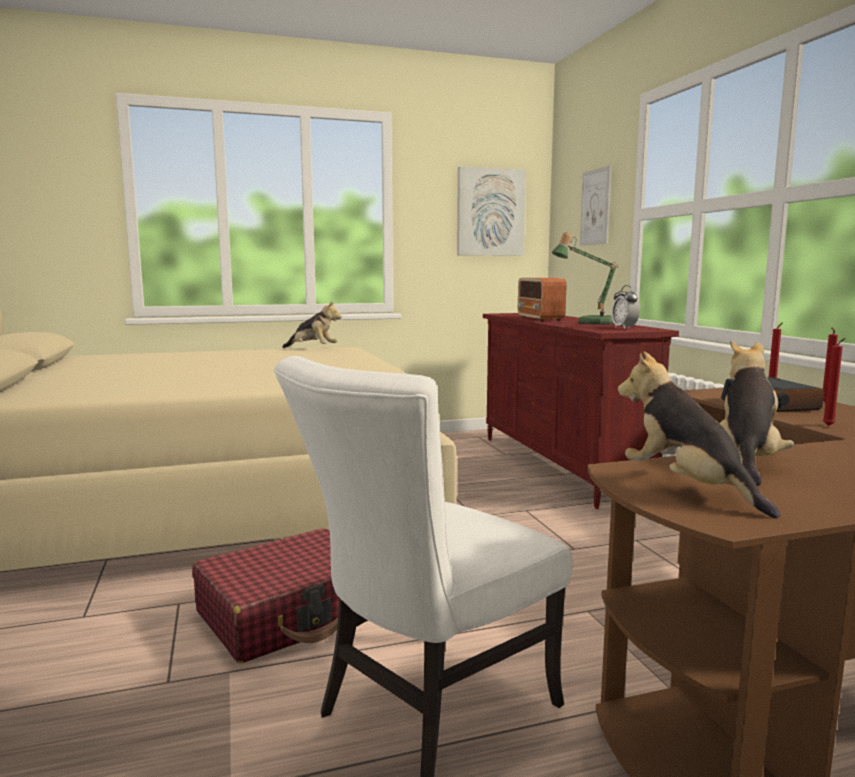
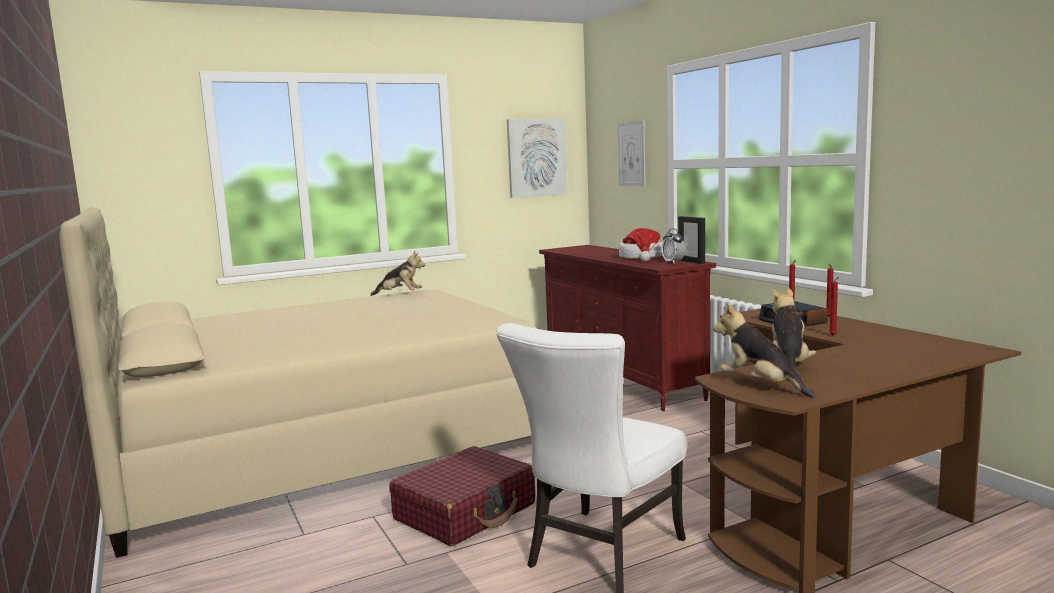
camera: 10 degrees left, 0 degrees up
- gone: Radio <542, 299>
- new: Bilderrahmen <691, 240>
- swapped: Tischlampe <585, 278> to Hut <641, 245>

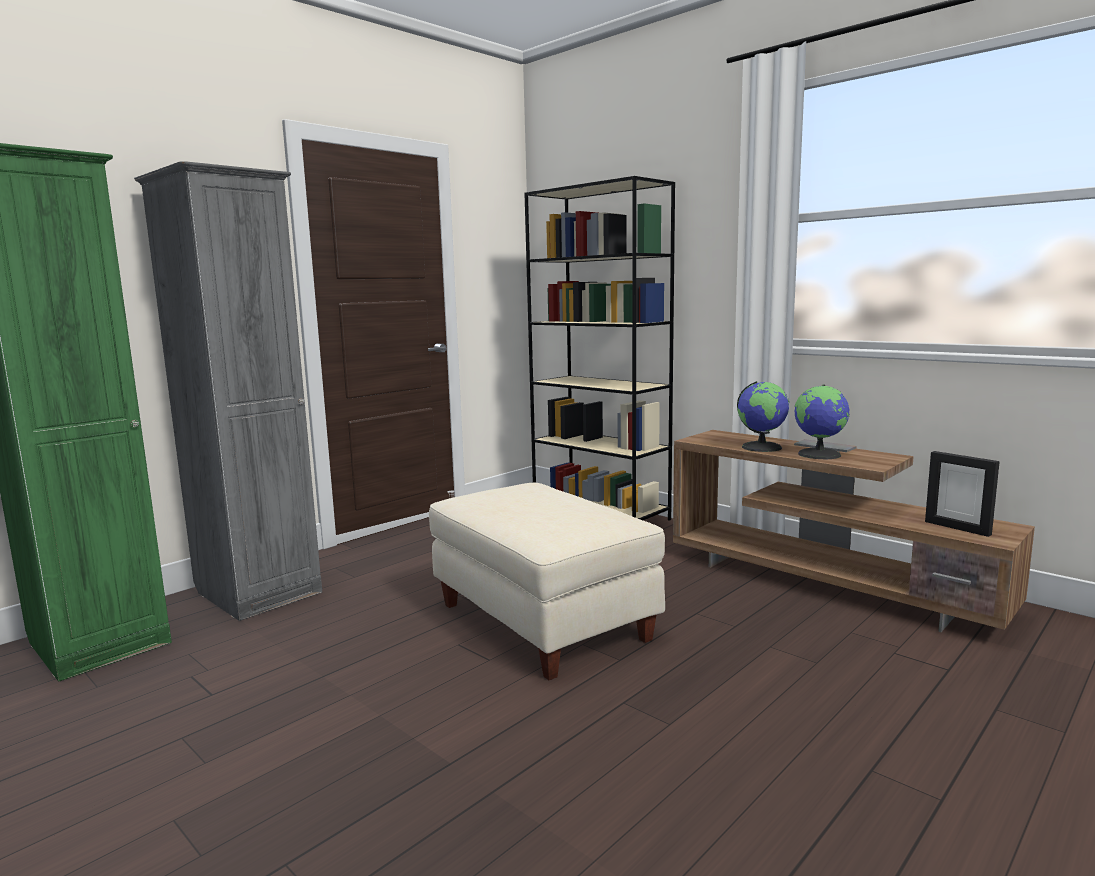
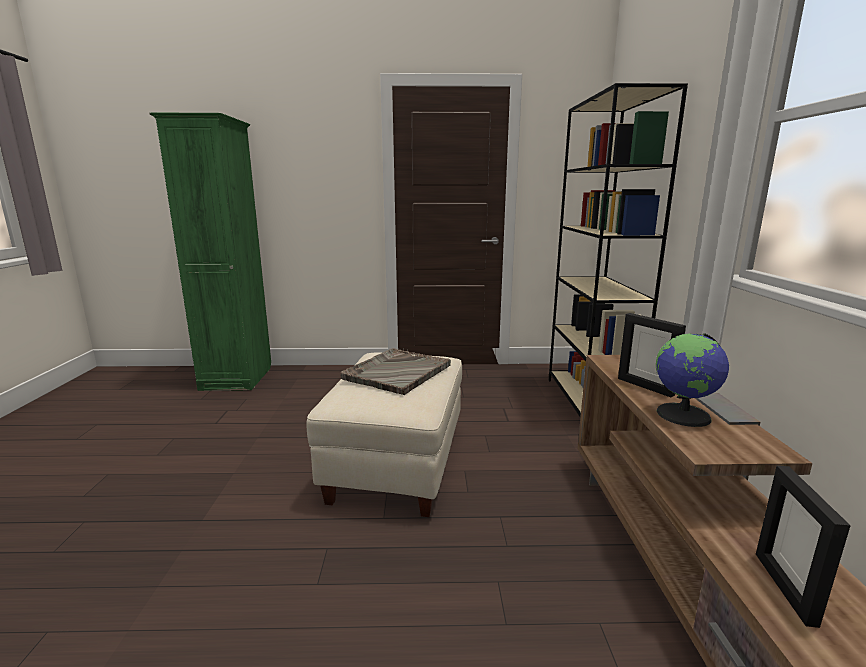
camera: 45 degrees right, 5 degrees up
- gone: Schrank/grau <228, 391>
- new: Tablett/grau <396, 371>
- swapped: Globus <763, 416> to Bilderrahmen <652, 355>

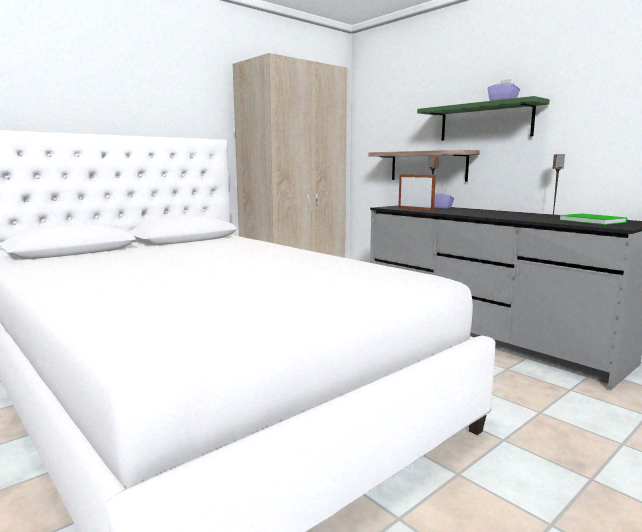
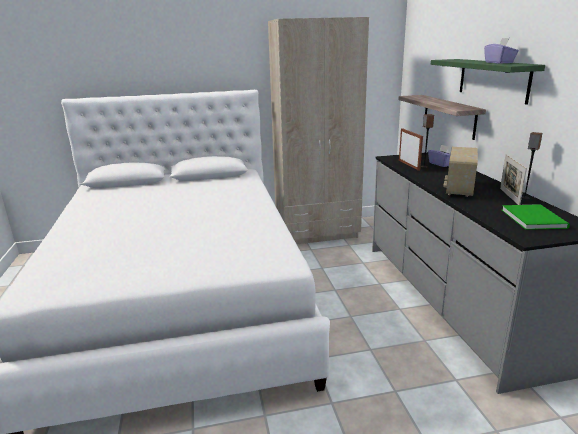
camera: 30 degrees right, 10 degrees up
- new: Radio <460, 172>
- new: Bilderrahmen <513, 180>

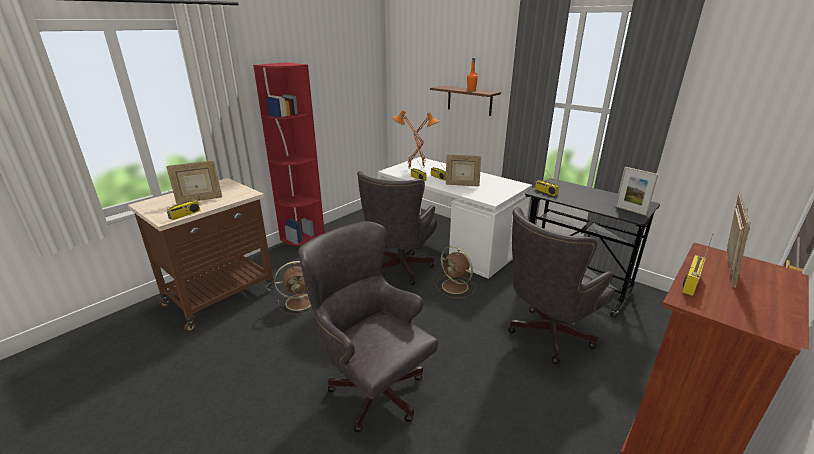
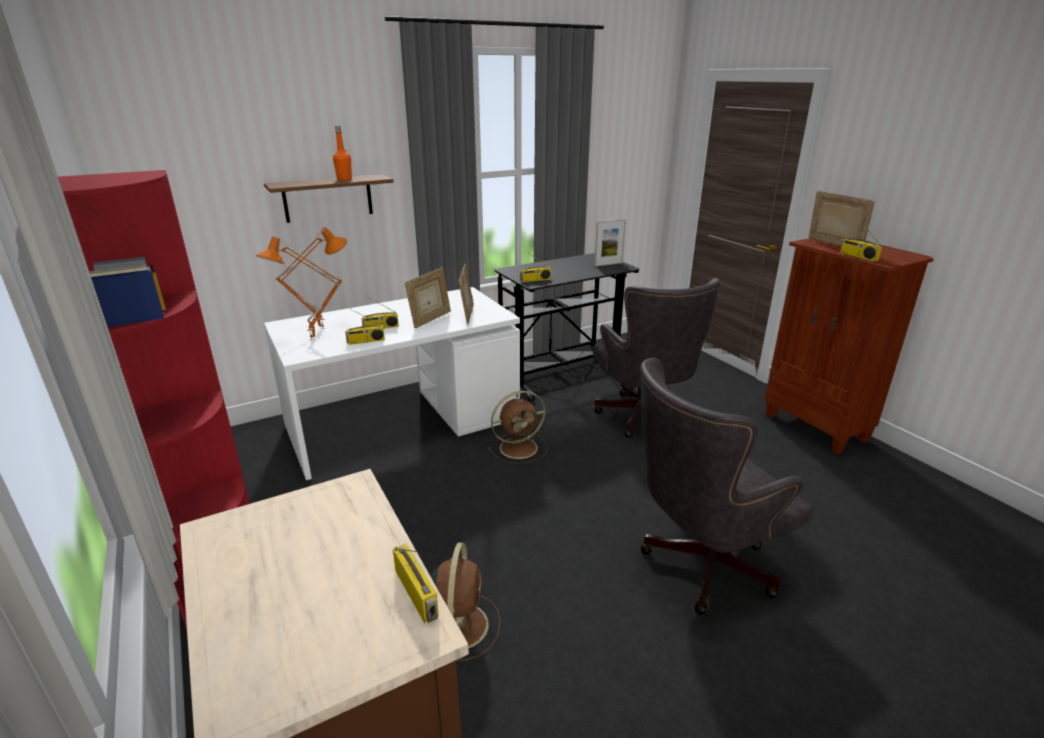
camera: 70 degrees left, 0 degrees up
- gone: Bürostuhl/grau <397, 228>
- shifted: Bilderrahmen <194, 182> to <466, 294>

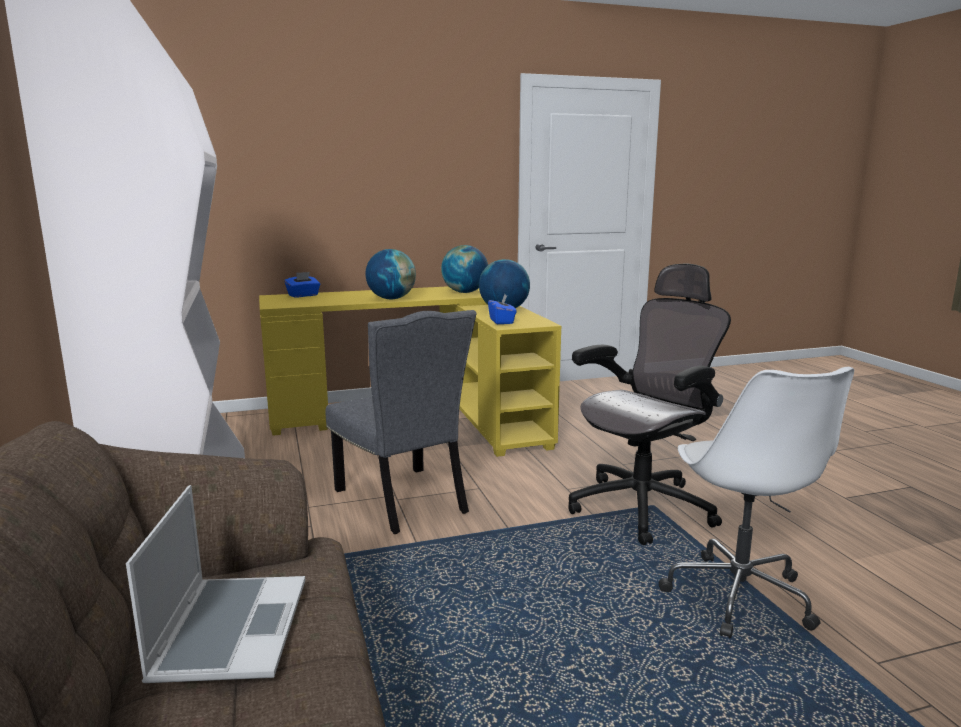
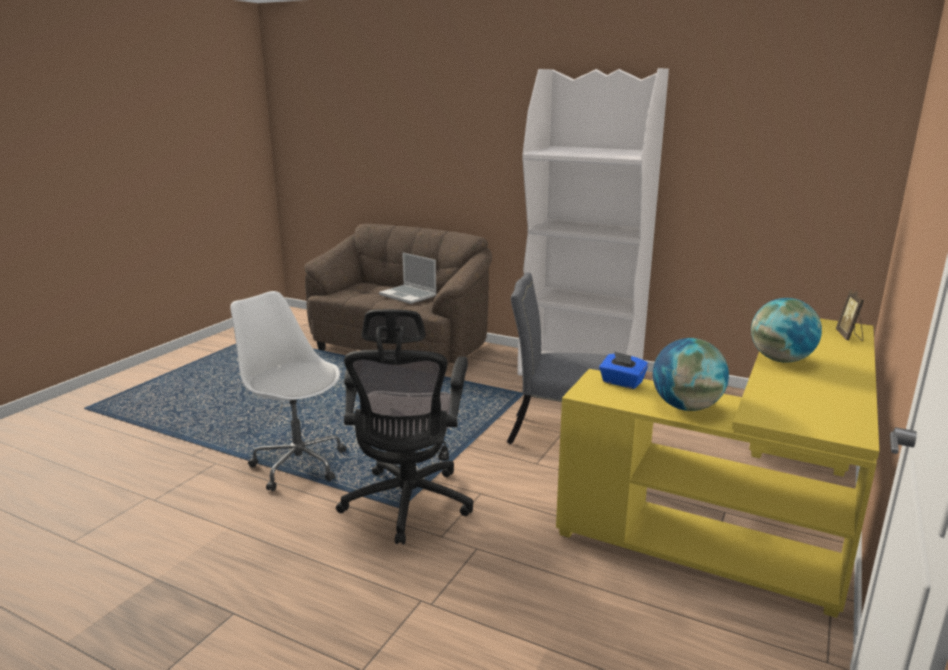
camera: 135 degrees right, 5 degrees up
- gone: Globus <464, 269>
- swapped: Taschentuchbox/blau <302, 285> to Bilderrahmen <850, 315>

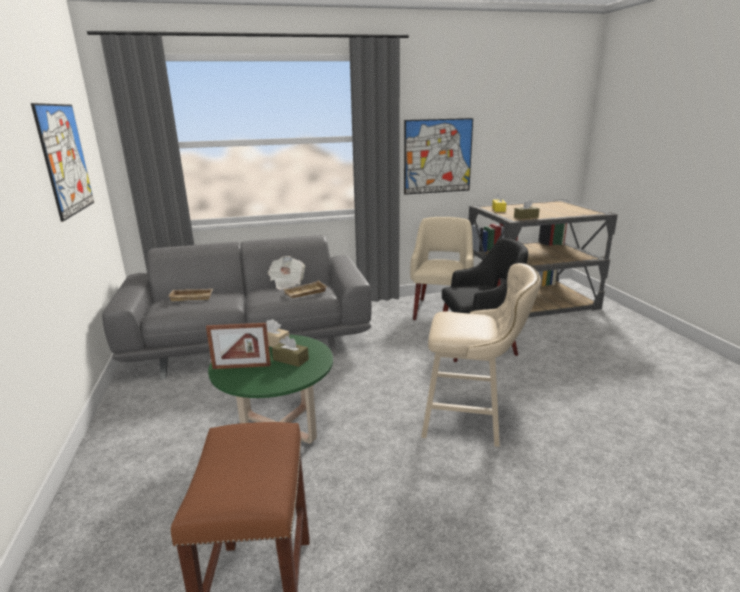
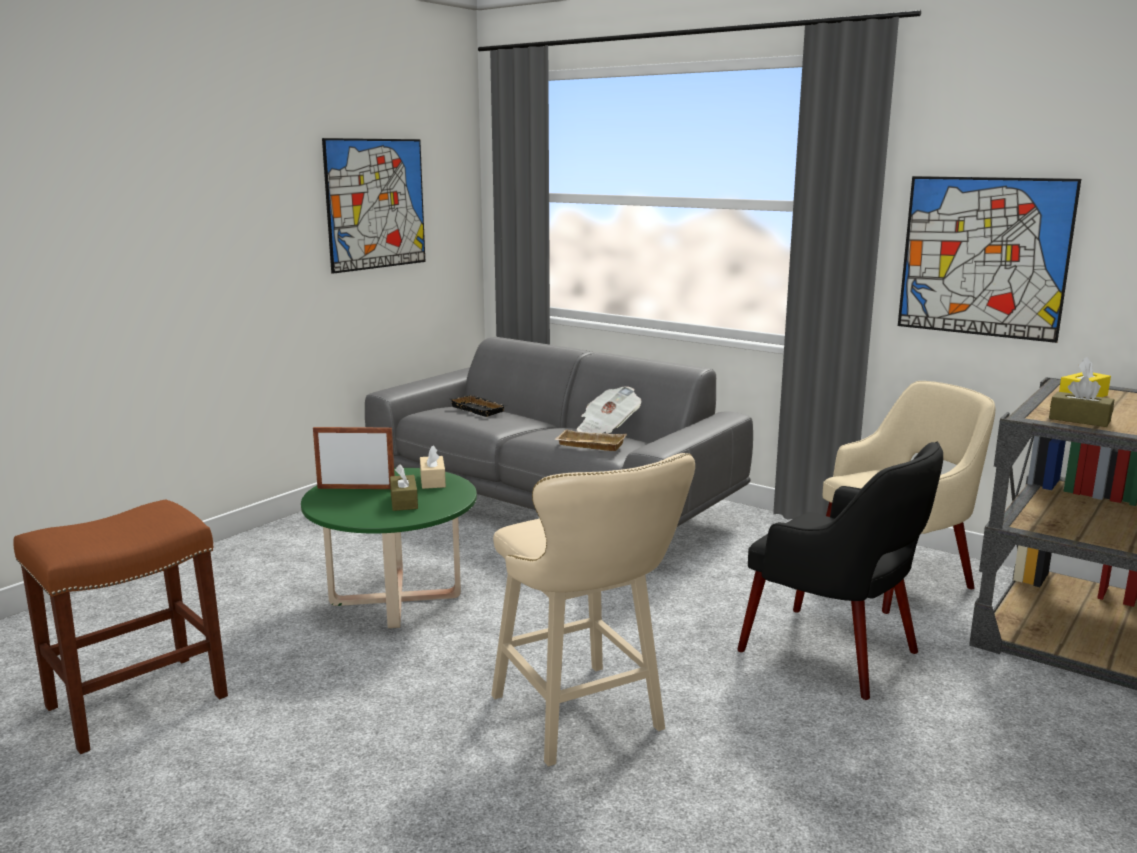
camera: 50 degrees right, 5 degrees down
- repainted: Tablett/beige <190, 295> to Tablett/schwarz <478, 405>
- rotated: Bilderrahmen <238, 346> = <354, 458> 135 degrees clockwise

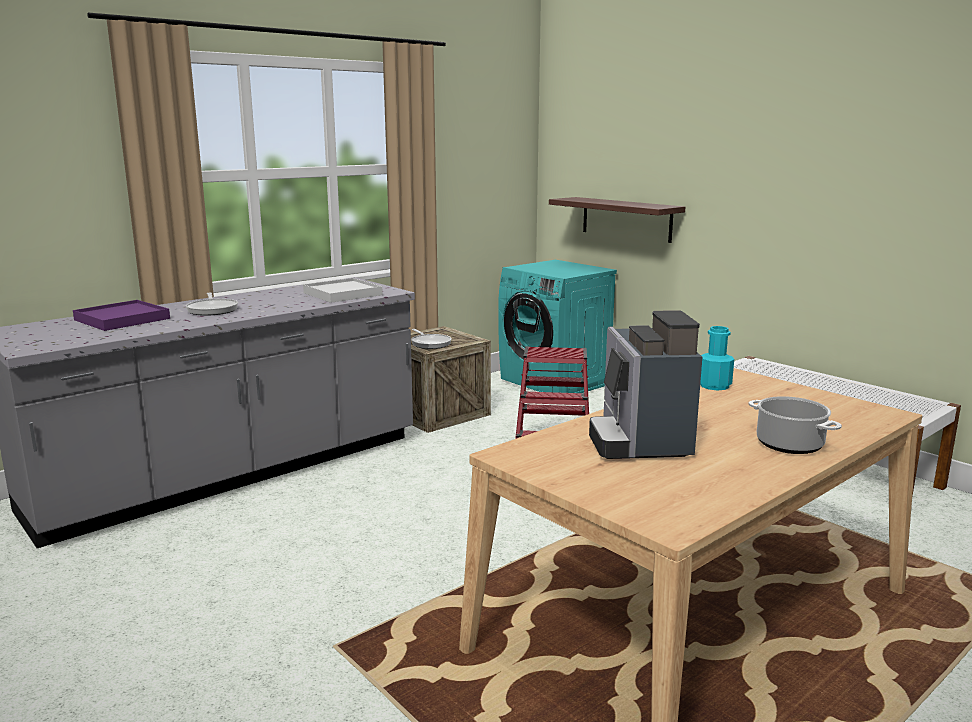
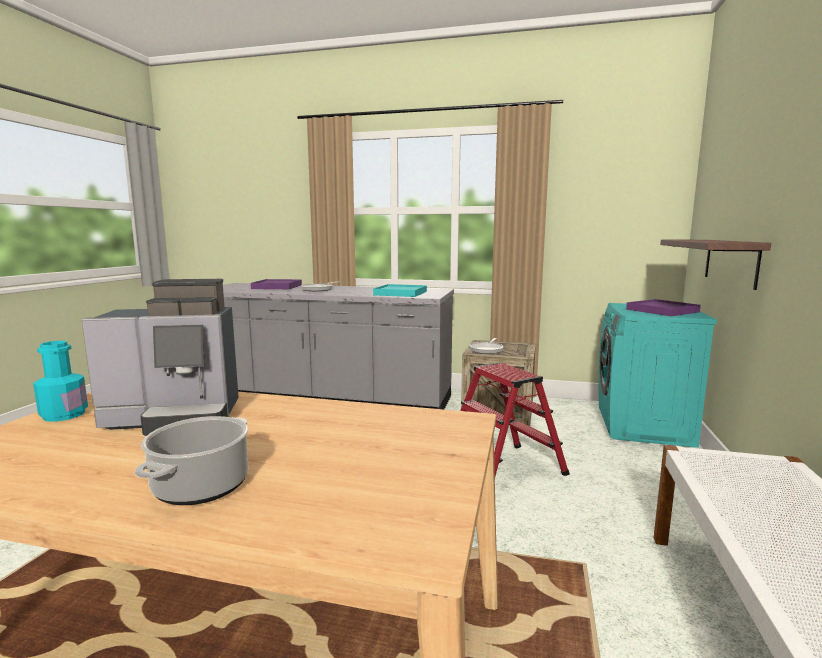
camera: 55 degrees right, 5 degrees down
- new: Tablett/lila <663, 307>
- shifted: Flasche/türkis <717, 358> to <60, 381>
- repainted: Tablett/weiß <343, 290> to Tablett/türkis <400, 290>
- rotated: Kaffeemaschine <645, 384> = <160, 357> 150 degrees counterclockwise

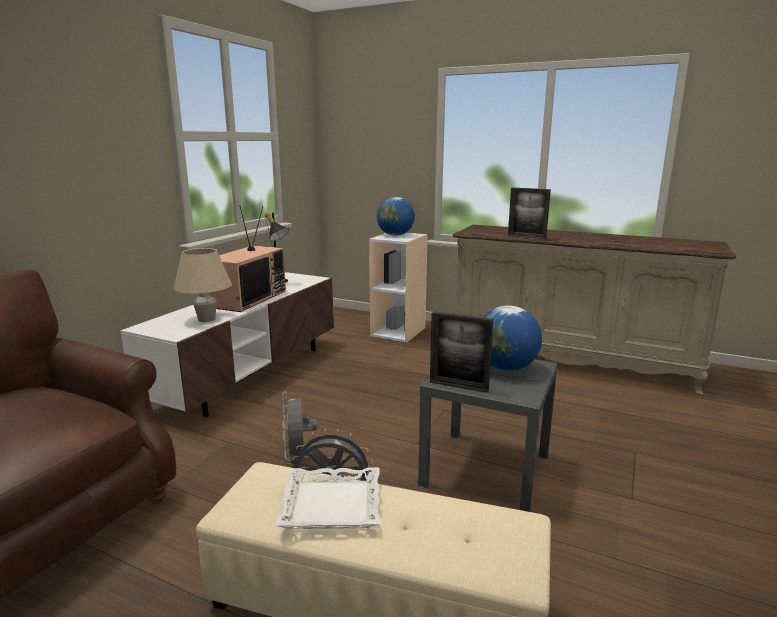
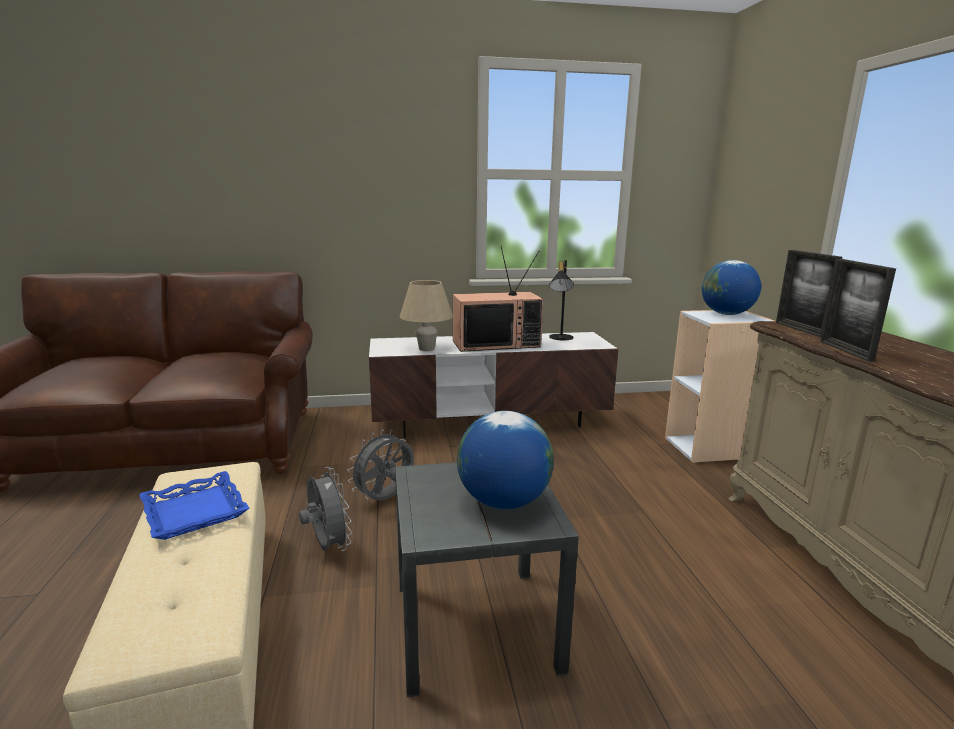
camera: 55 degrees right, 0 degrees up
- shifted: Bilderrahmen <461, 352> to <809, 293>
- repainted: Tablett/weiß <327, 498> to Tablett/blau <194, 505>

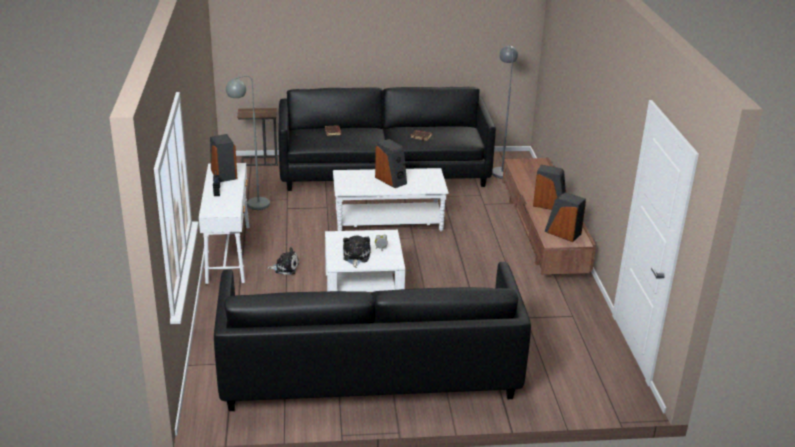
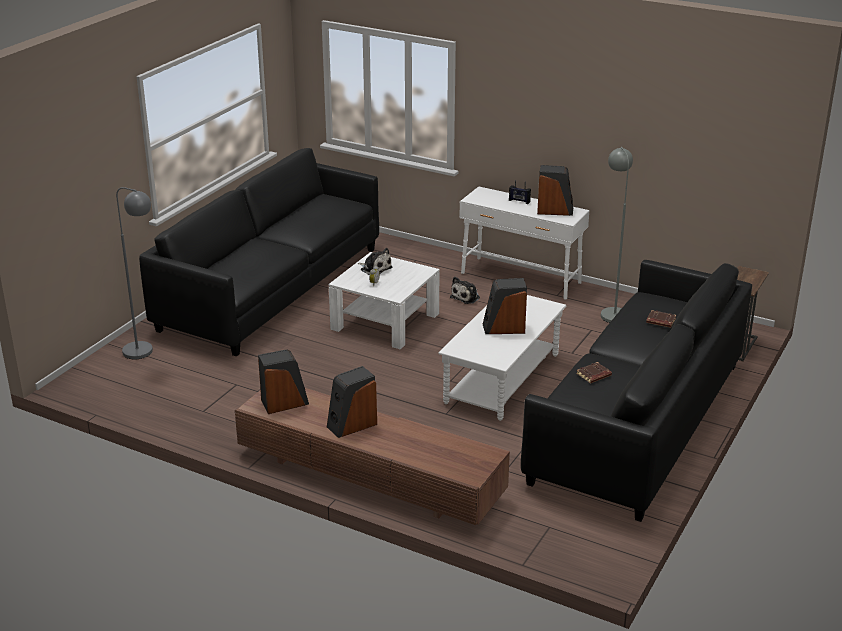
camera: 125 degrees right, 0 degrees up
- shifted: Stehlampe/grau <505, 112> to <134, 273>

